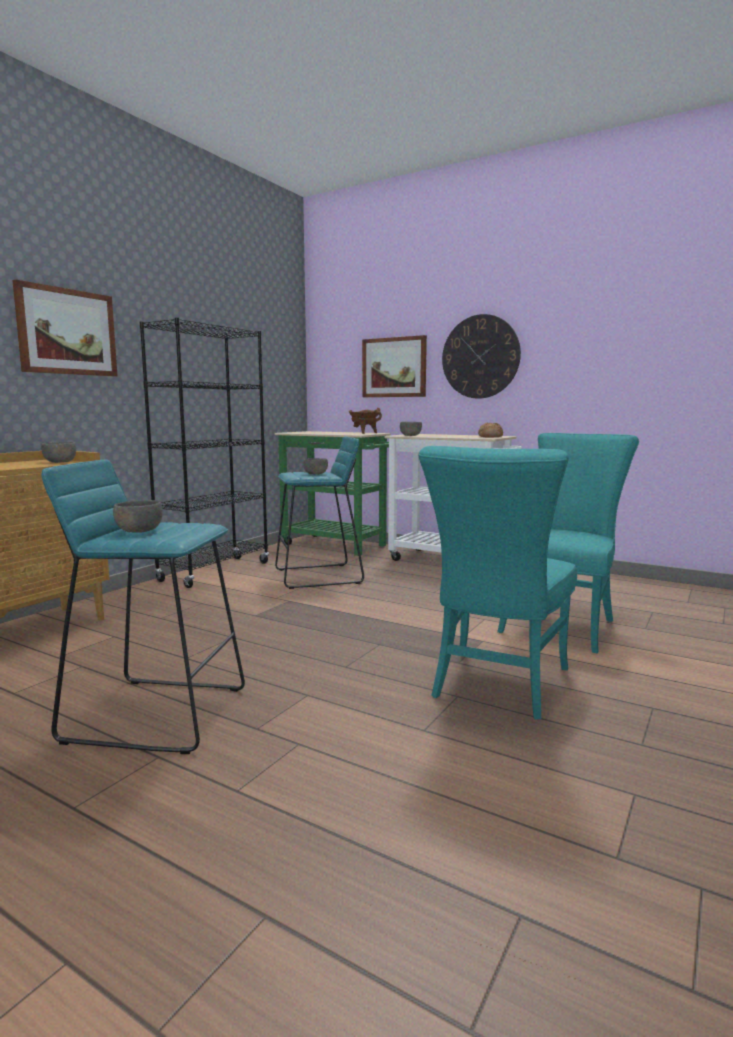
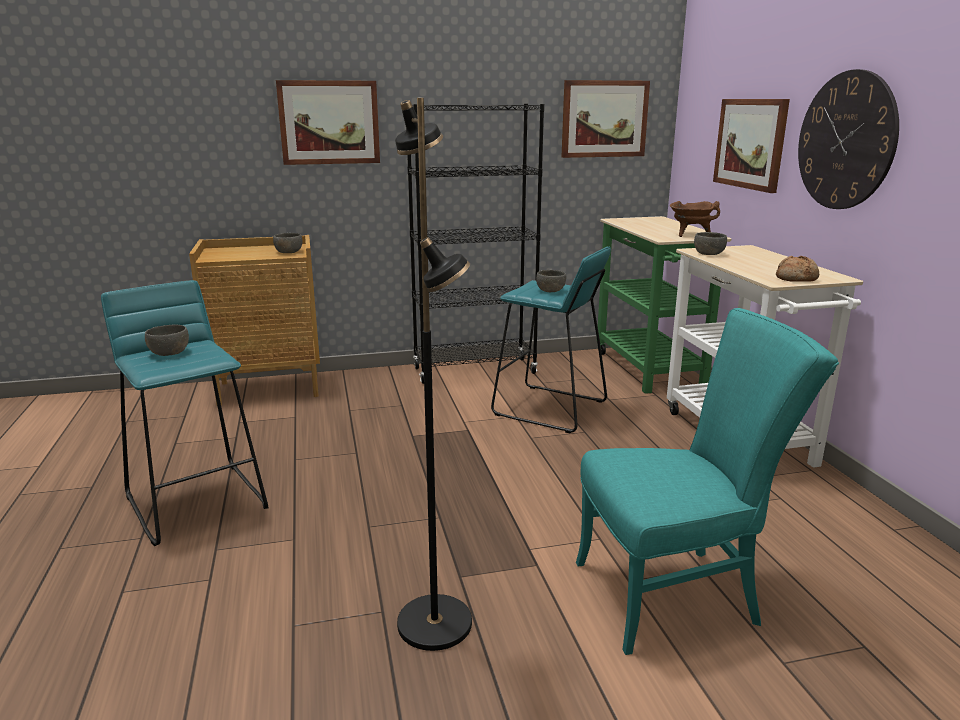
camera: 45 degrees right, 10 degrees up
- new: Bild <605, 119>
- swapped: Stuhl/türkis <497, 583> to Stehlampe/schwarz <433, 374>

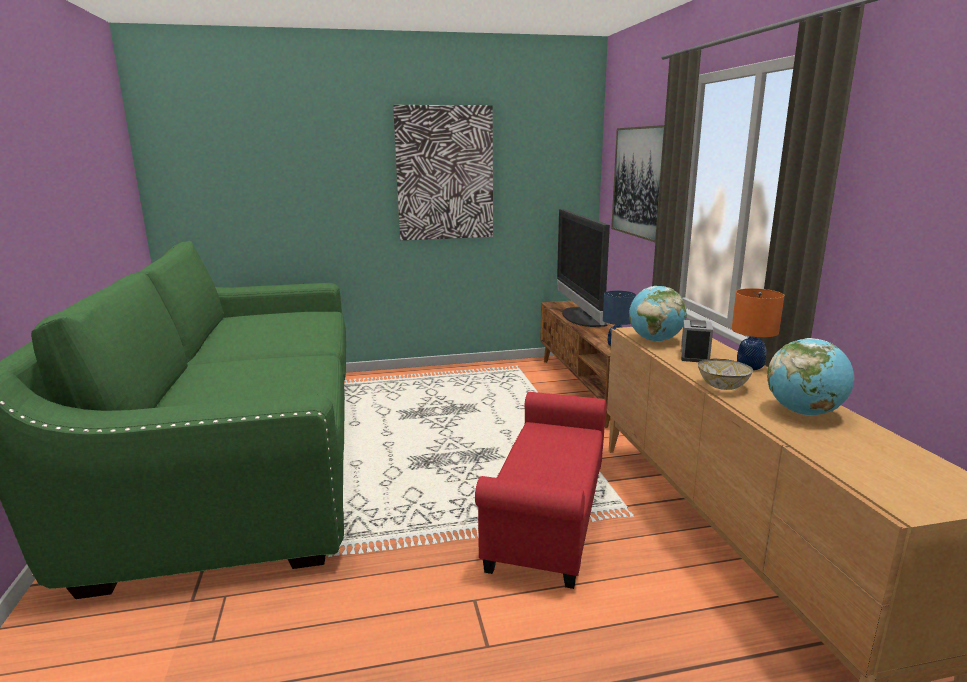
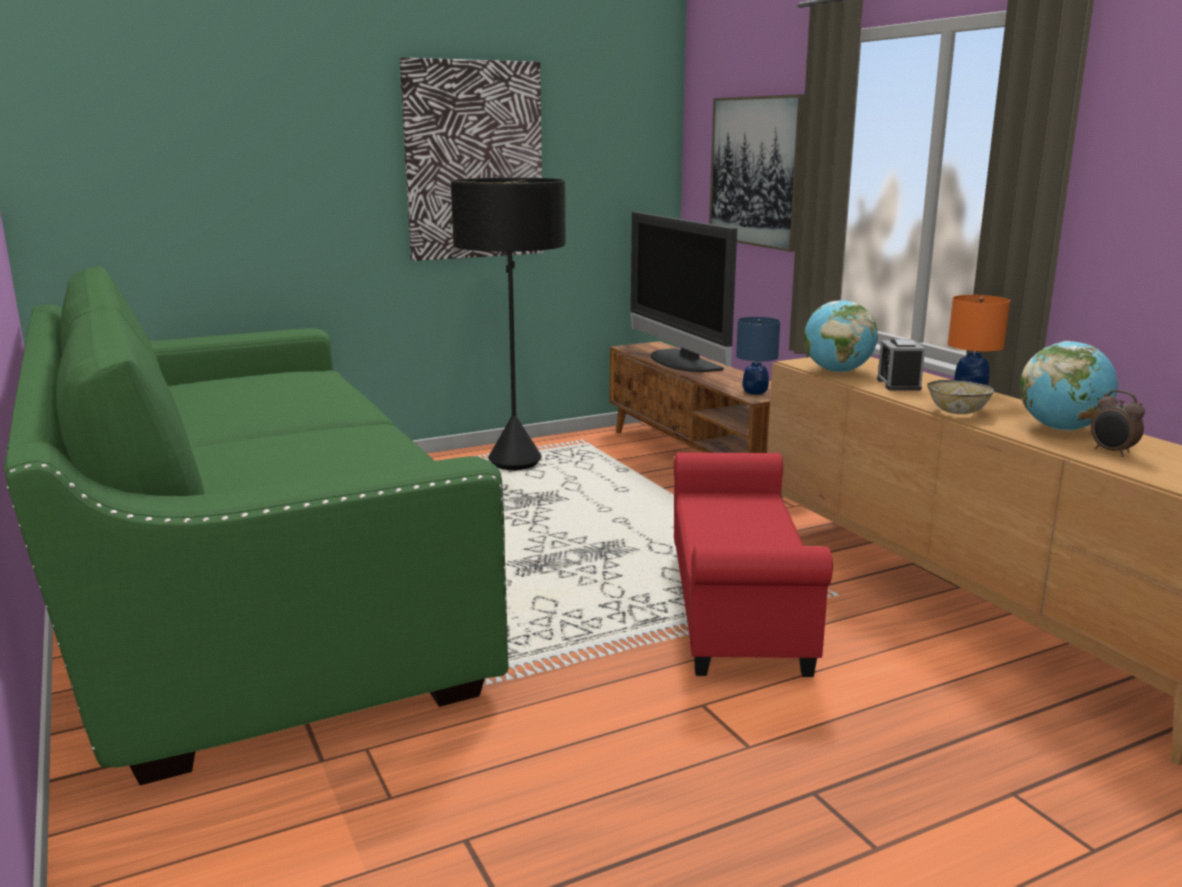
camera: 15 degrees left, 0 degrees up
- new: Stehlampe/schwarz <508, 324>
- new: Wecker <1118, 423>

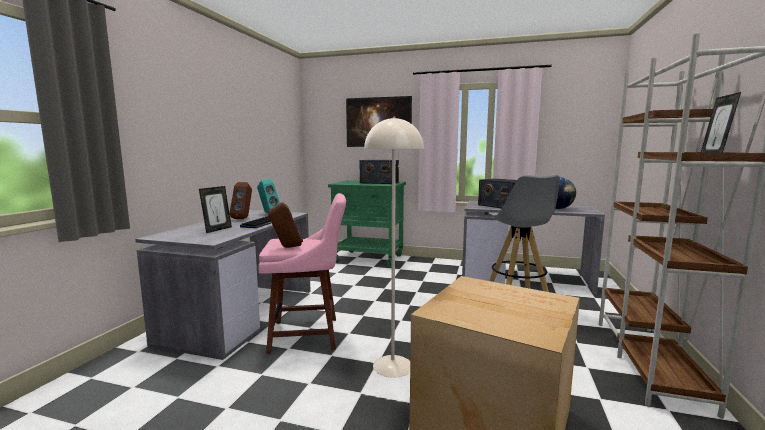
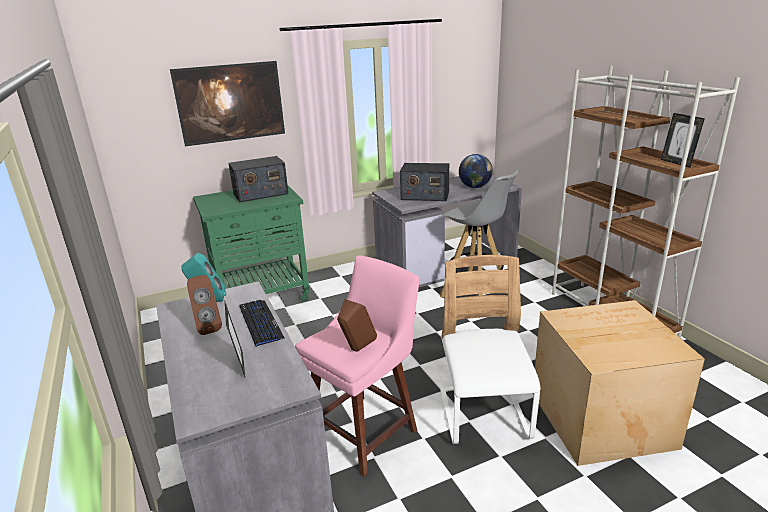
camera: 40 degrees left, 15 degrees up
- swapped: Stehlampe/beige <394, 247> to Stuhl/weiß <490, 349>

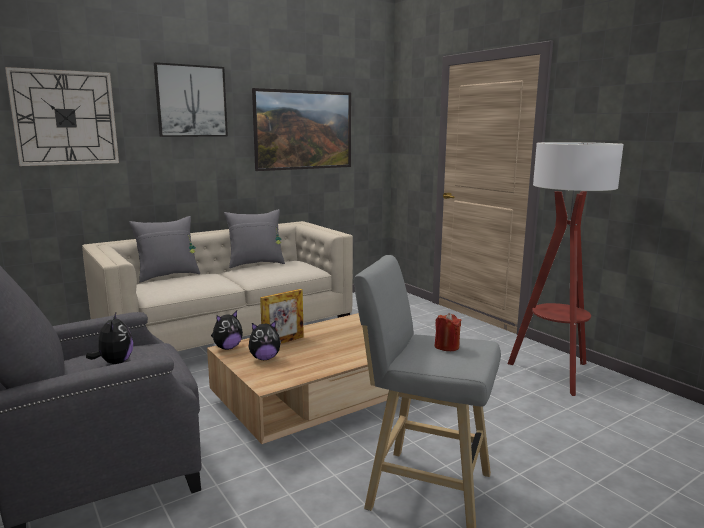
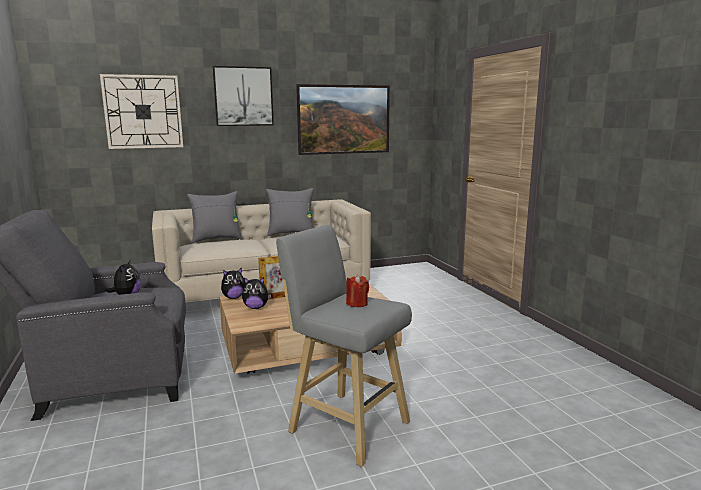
camera: 15 degrees right, 0 degrees up
- gone: Stehlampe <566, 269>

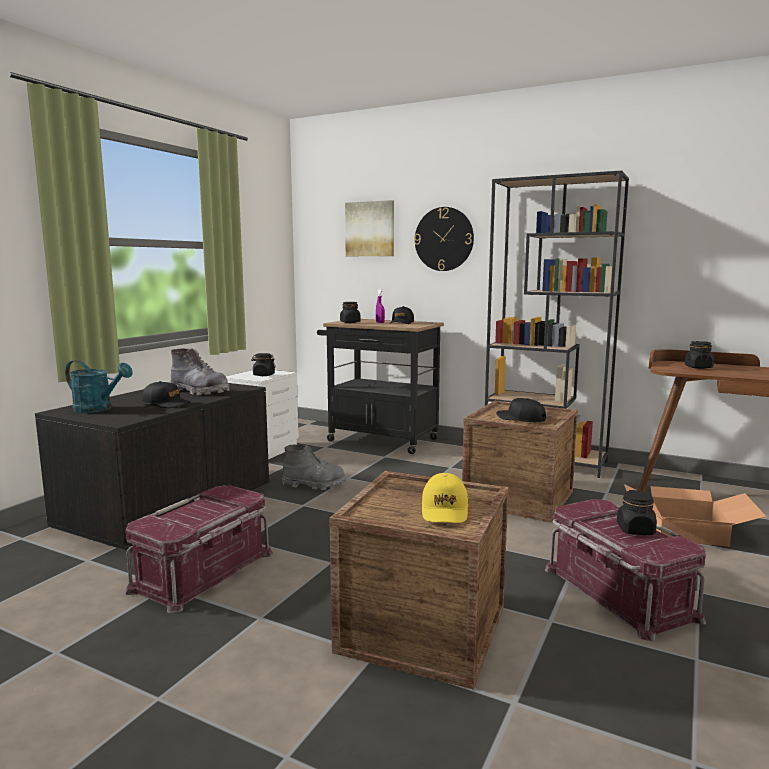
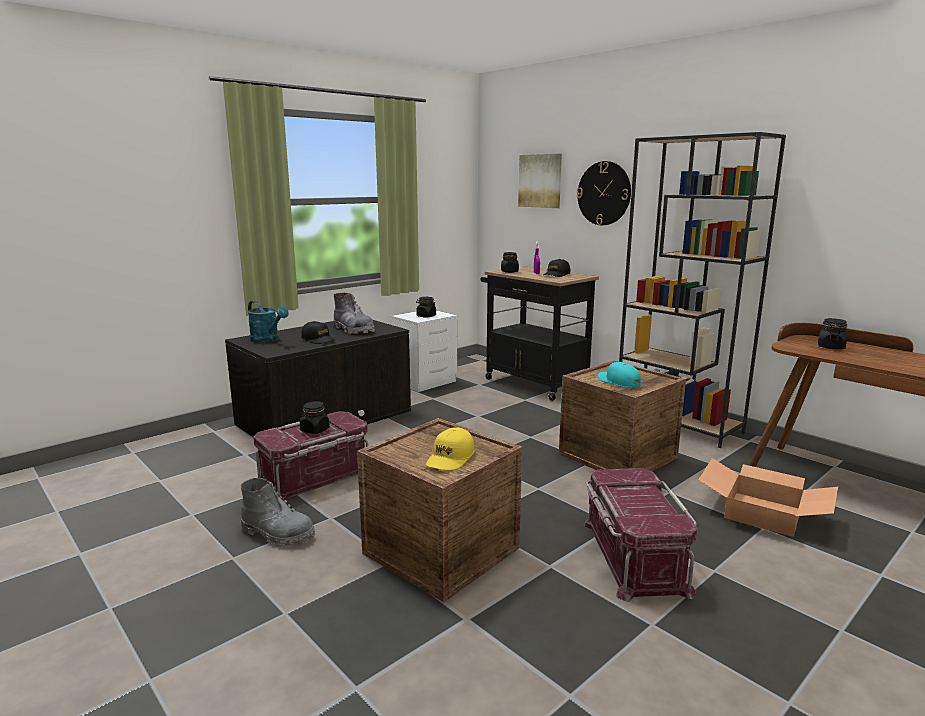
camera: 20 degrees right, 5 degrees up
- shifted: Stiefel/grau <314, 467> to <278, 512>
- shifted: Vorratsglas/schwarz <637, 512> to <315, 417>
- repainted: Kappe/schwarz <521, 410> to Kappe/türkis <619, 375>

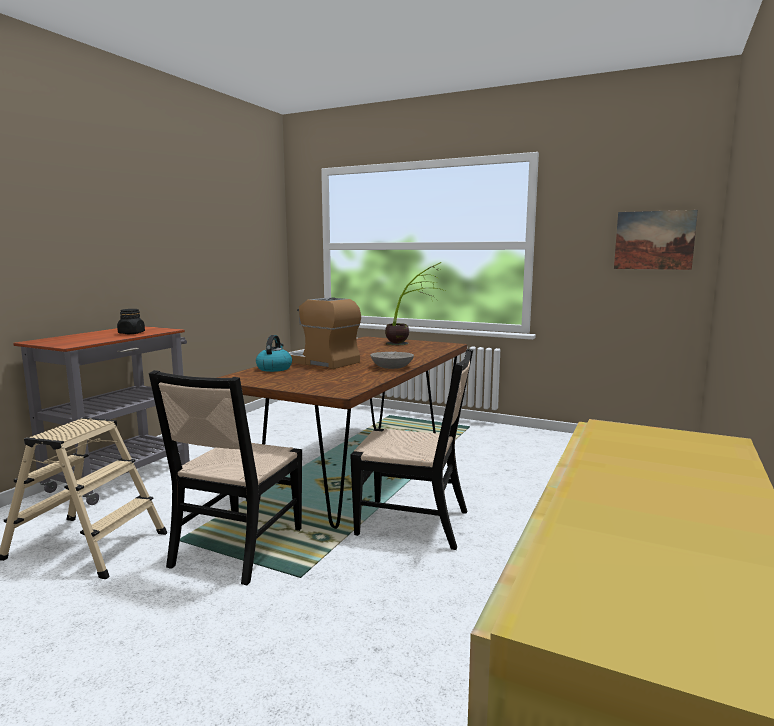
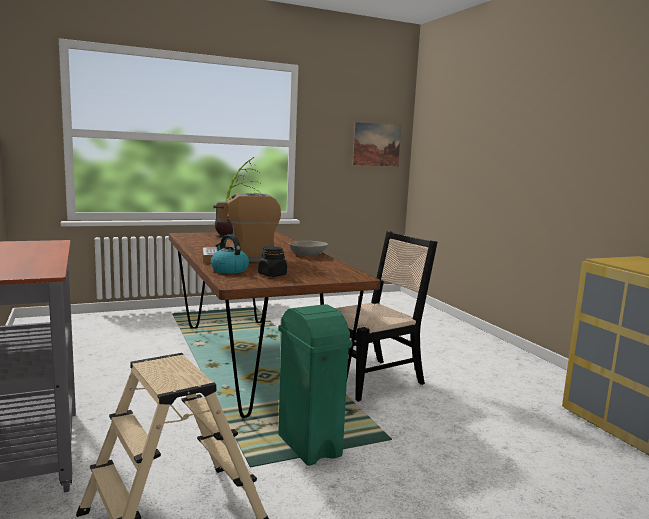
camera: 50 degrees left, 0 degrees up
- shifted: Vorratsglas/schwarz <131, 321> to <272, 261>
- swapped: Stuhl <225, 477> to Mülleimer/grün <315, 385>

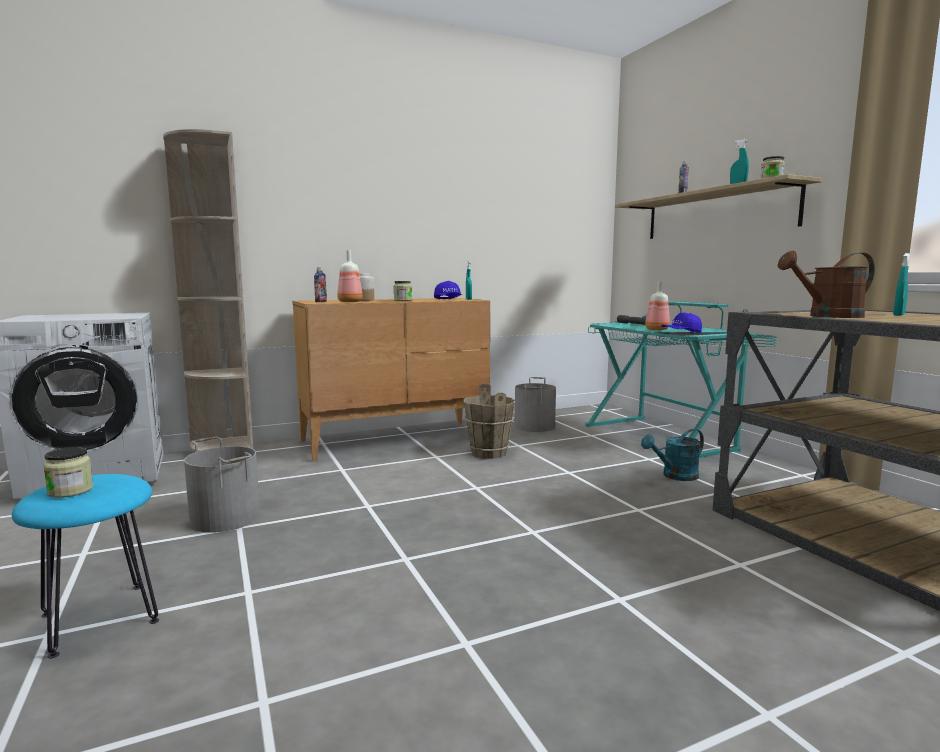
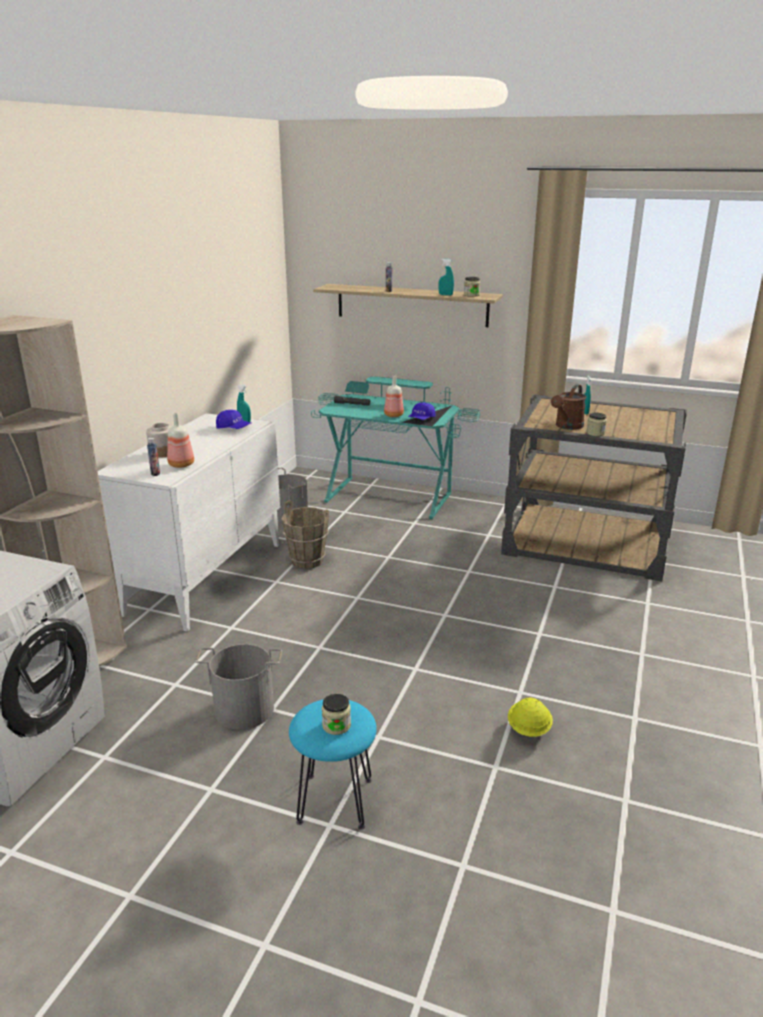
camera: 45 degrees left, 15 degrees up
- gone: Gießkanne/türkis <672, 455>
- new: Schutzhelm/gelb <530, 717>
- shifted: Vorratsglas <403, 291> to <596, 424>
- repainted: Schrank/braun <391, 379> to Schrank/weiß <189, 522>

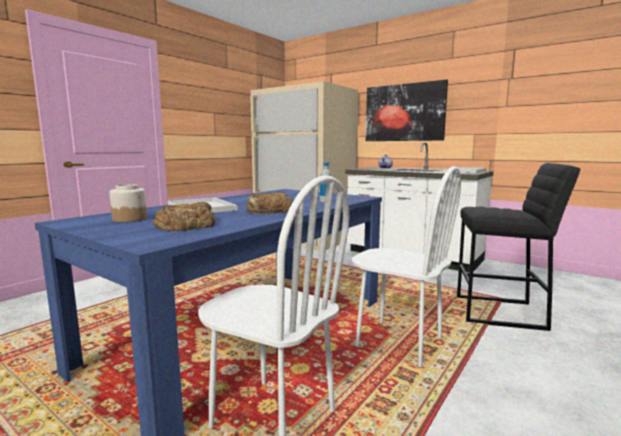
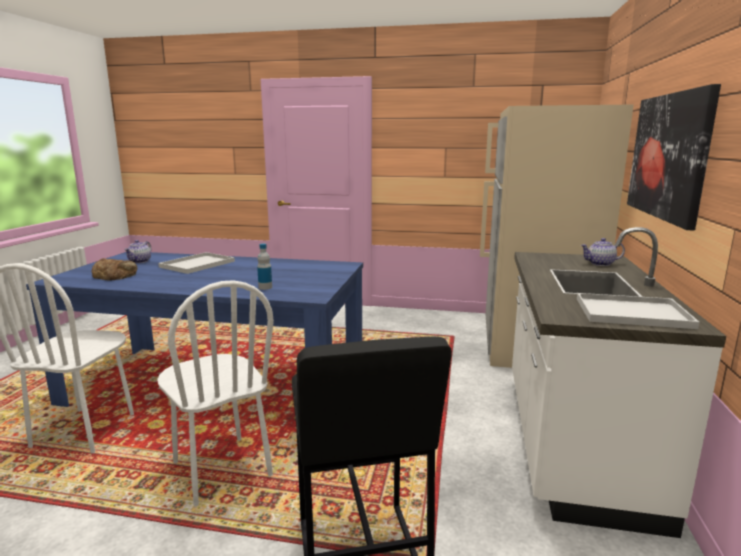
camera: 65 degrees right, 5 degrees up
- gone: Brot <270, 203>
- swapped: Vorratsglas <128, 203> to Teekanne <137, 251>
- rotated: Stuhl/weiß <406, 266> = <215, 393> 45 degrees counterclockwise

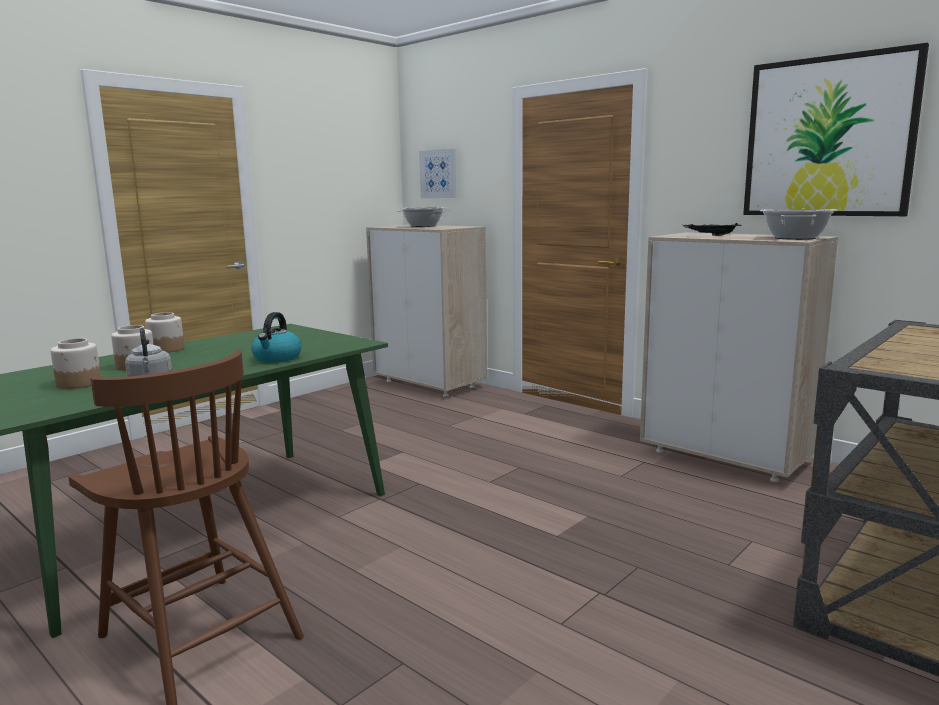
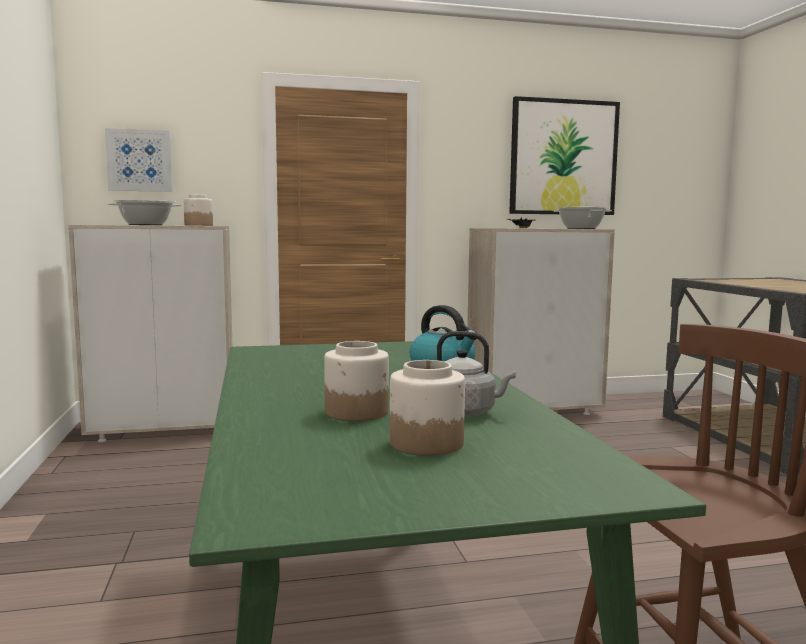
camera: 55 degrees left, 5 degrees down
- shifted: Vorratsglas <164, 332> to <198, 210>

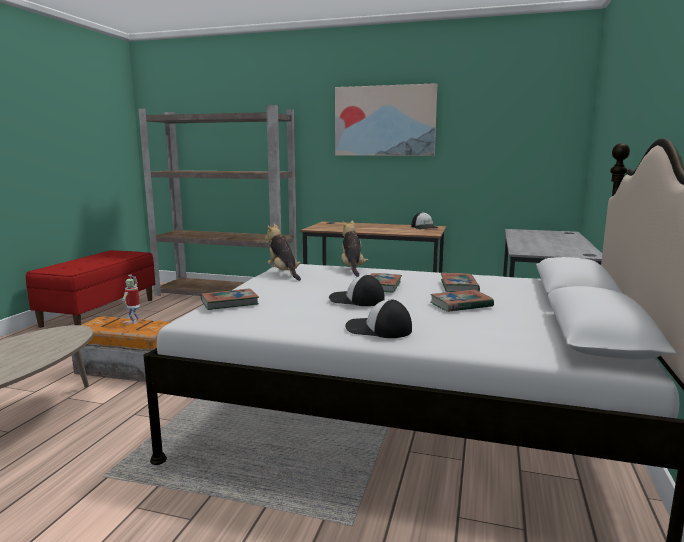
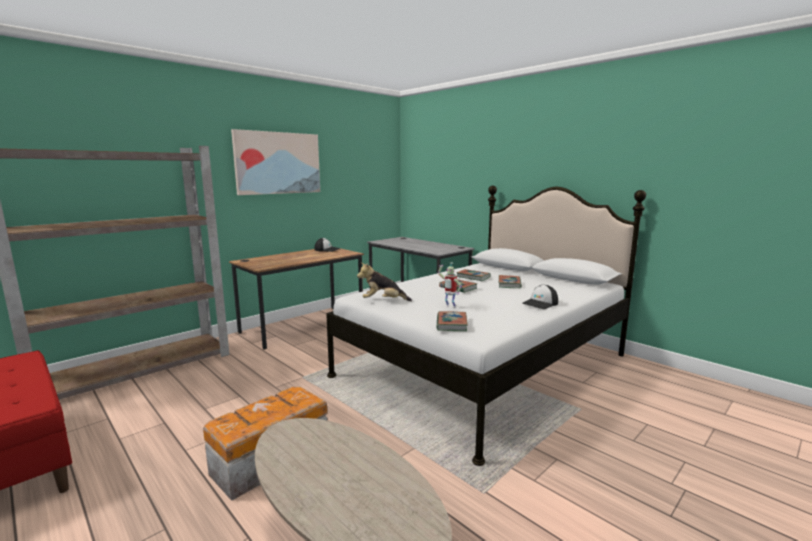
camera: 60 degrees left, 0 degrees up
- gone: Kappe <357, 290>
- gone: Plüschtier <354, 248>
- shifted: Spielzeugroboter <131, 299> to <450, 285>

